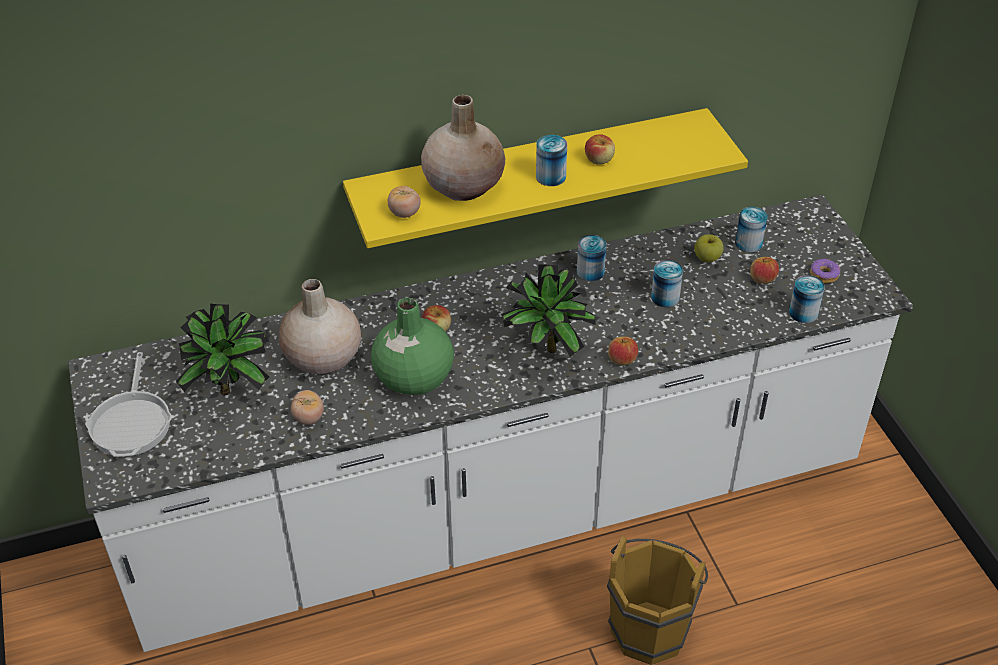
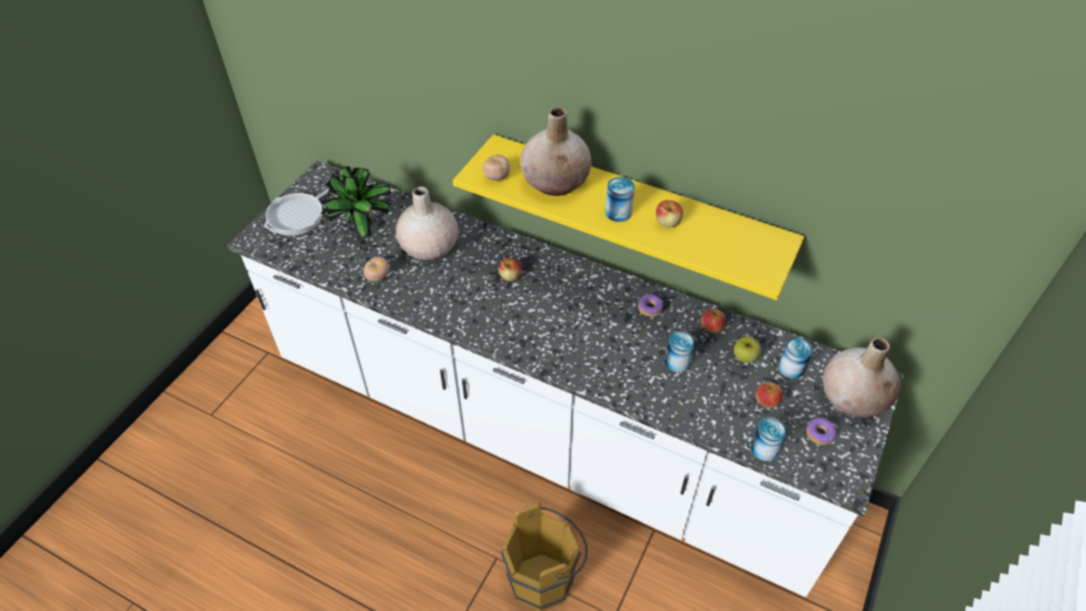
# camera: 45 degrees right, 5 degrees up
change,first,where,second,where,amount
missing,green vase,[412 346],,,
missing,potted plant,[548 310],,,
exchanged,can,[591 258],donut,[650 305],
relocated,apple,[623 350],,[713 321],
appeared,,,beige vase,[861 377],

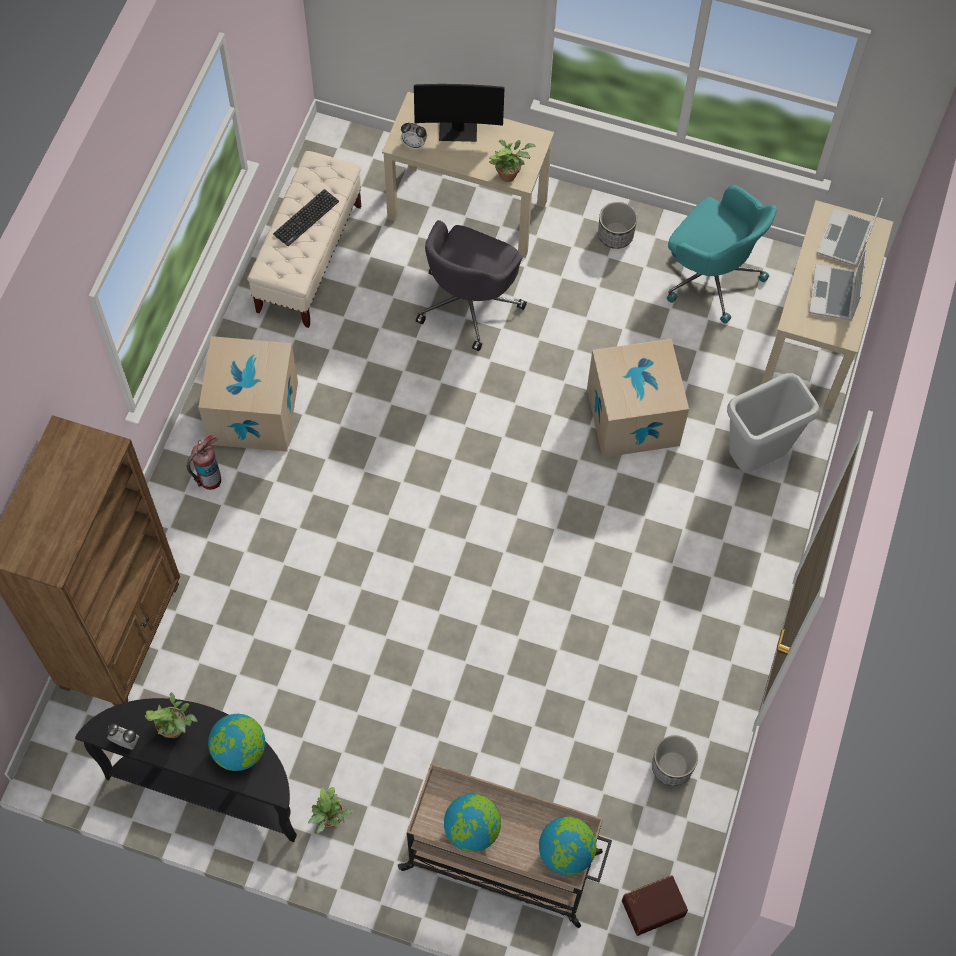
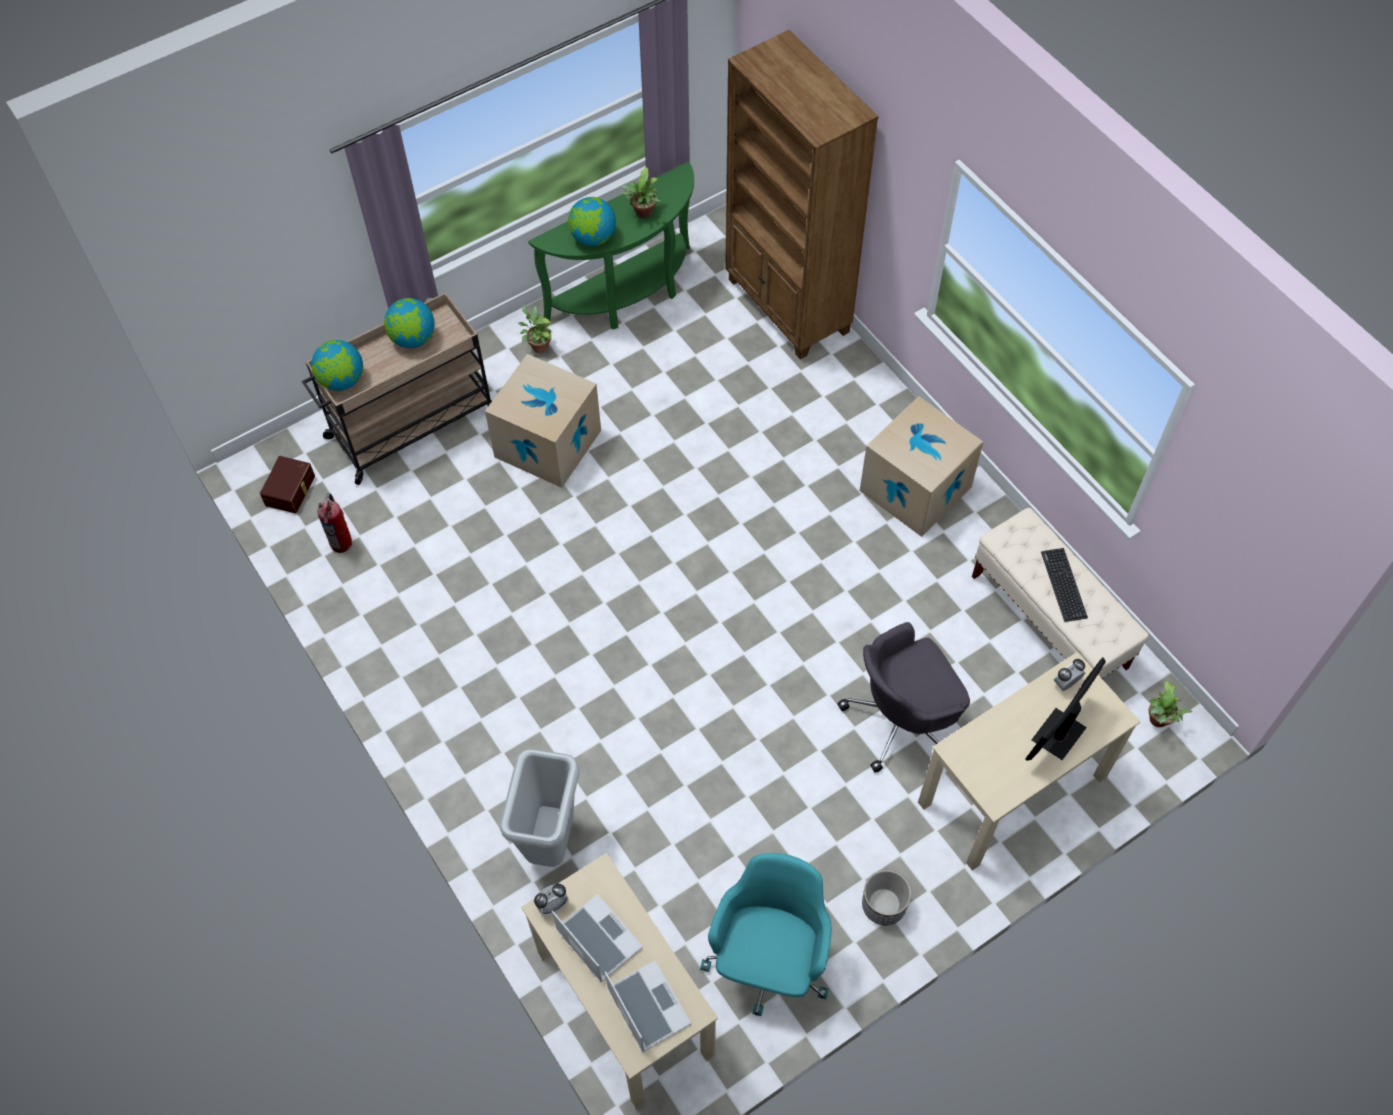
# camera: 130 degrees right, 5 degrees down
change,first,where,second,where,amount
colour,black console table,[186 770],green console table,[611 245],
relocated,alarm clock,[123 736],,[551 900],
relocated,fire extinguisher,[204 462],,[334 523],
spun,grey office chair,[471 285],,[904 697],90 degrees counterclockwise
relocated,potted plant,[512 161],,[1170 703],
relocated,cardboard box,[638 398],,[543 421],
missing,planter,[675 760],,,
spun,turquoise office chair,[722 254],,[766 934],120 degrees clockwise

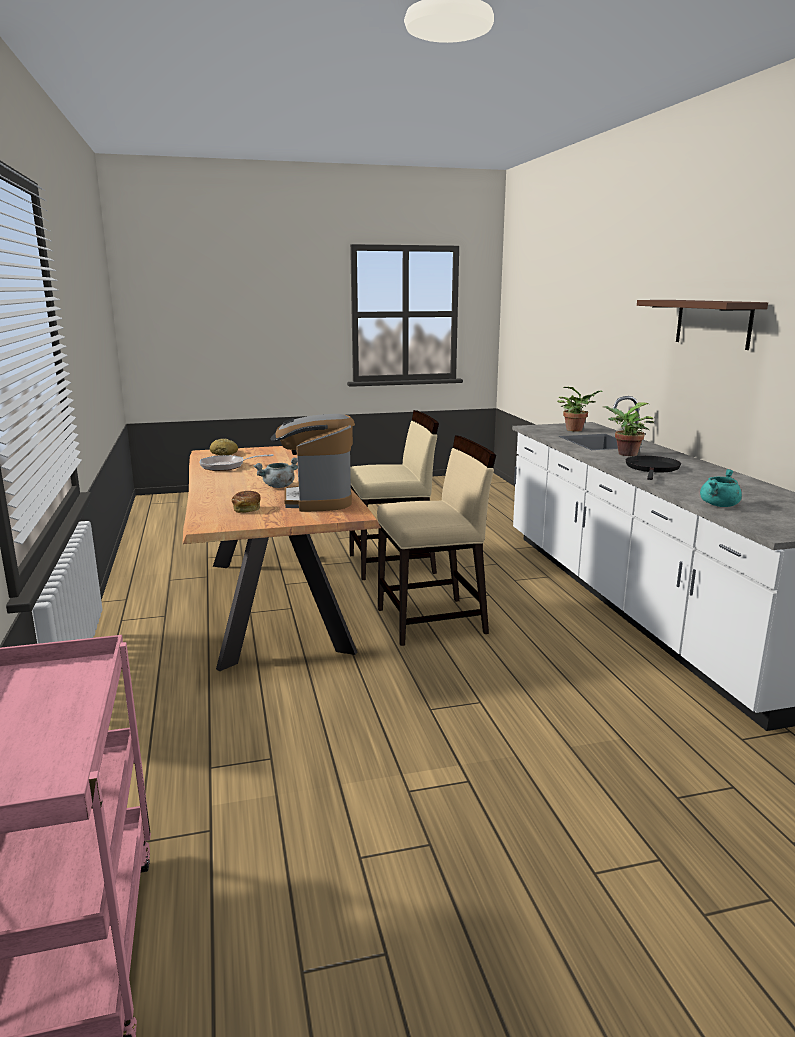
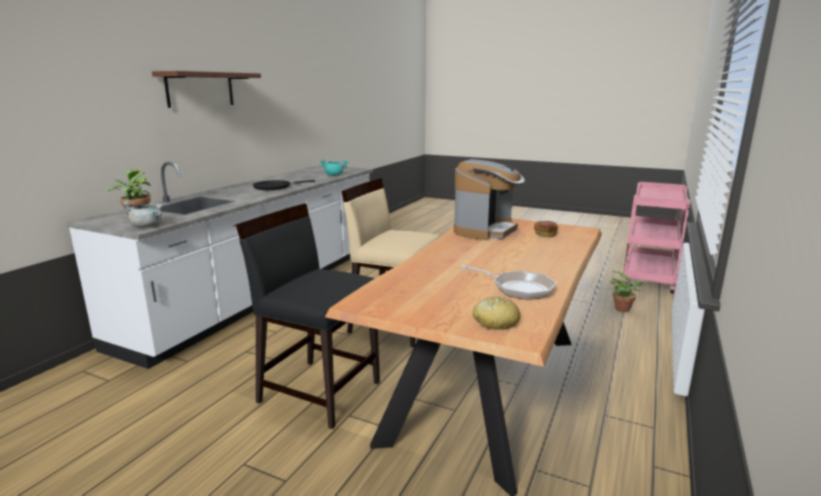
# camera: 140 degrees left, 0 degrees up
change,first,where,second,where,amount
relocated,grey cooking pot,[276 473],,[143 214],
colour,beige chair,[394 495],black chair,[308 316],
relocated,potted plant,[628 429],,[628 291],

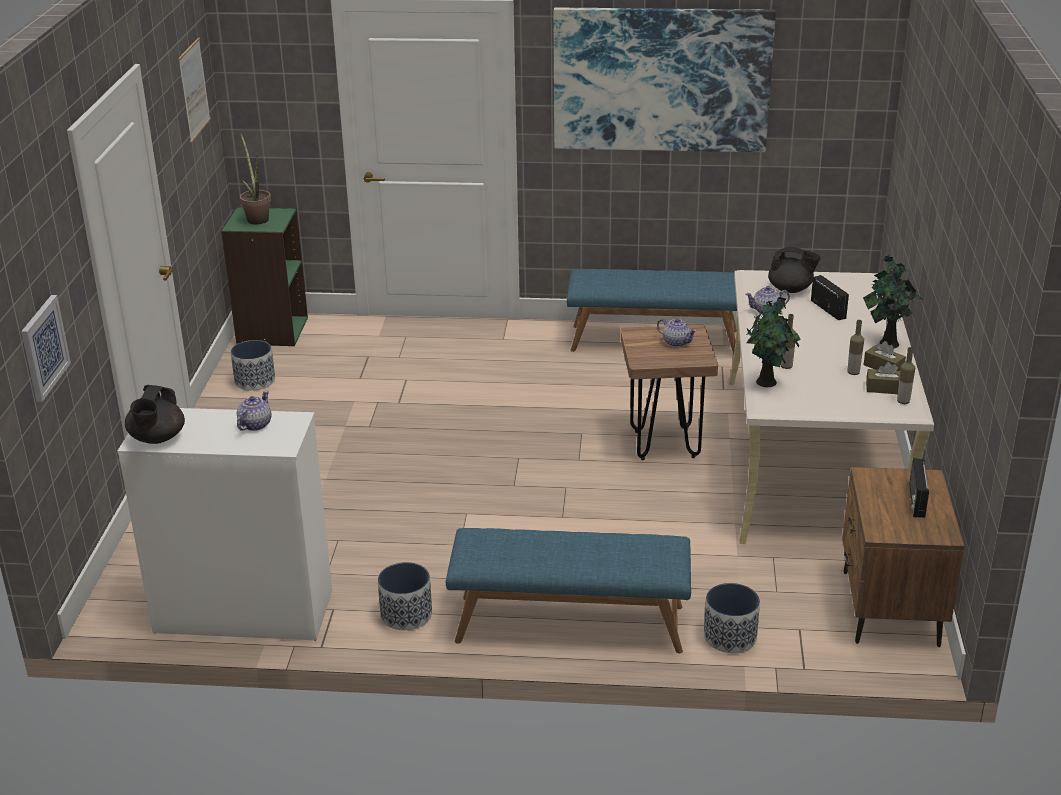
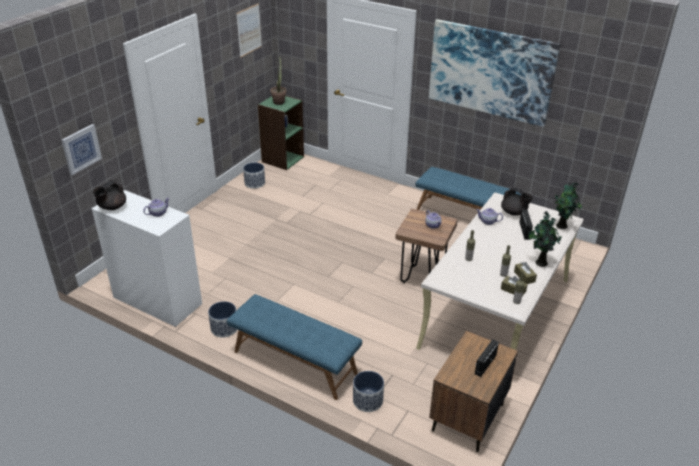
# camera: 25 degrees right, 5 degrees up
change,first,where,second,where,amount
relocated,potted plant,[773 342],,[568 206],

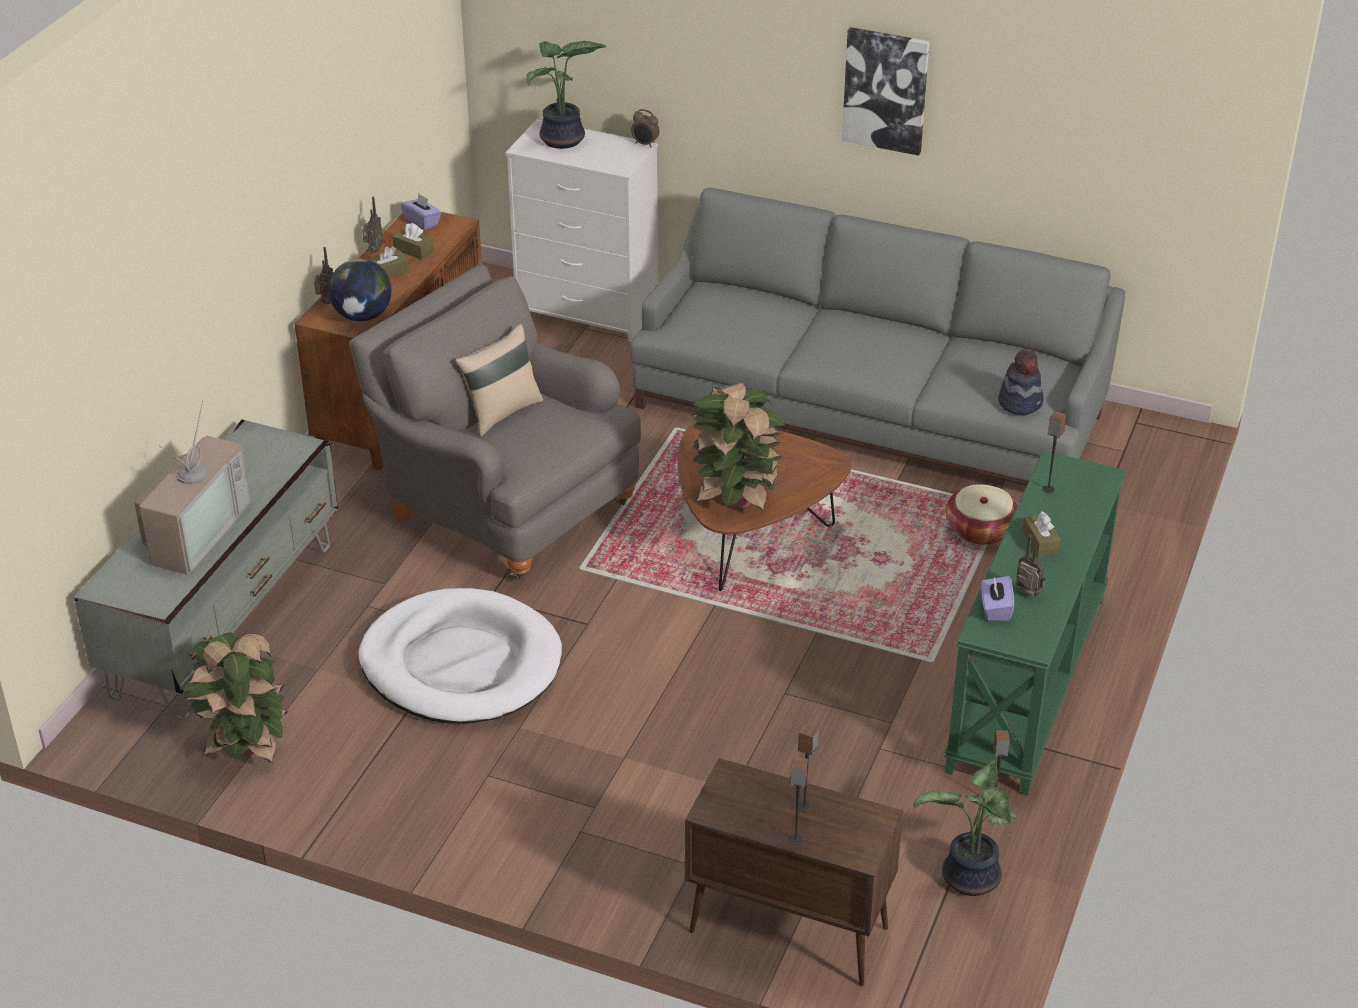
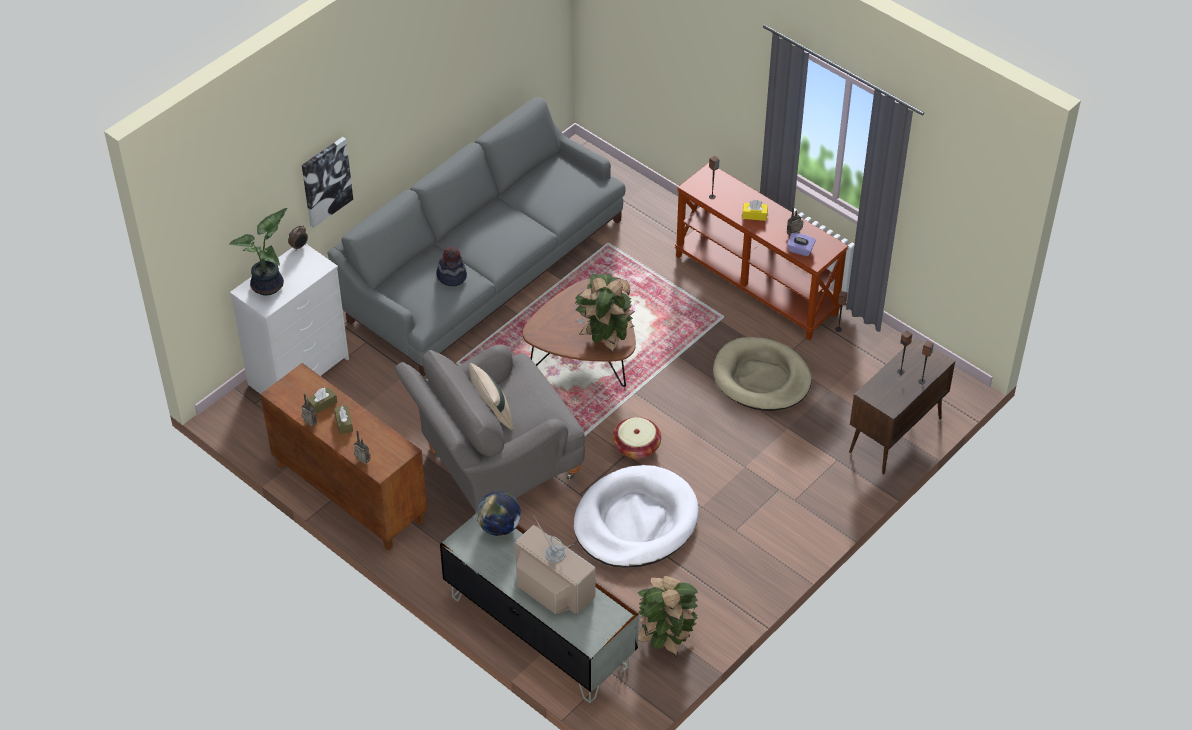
# camera: 70 degrees left, 10 degrees up
change,first,where,second,where,amount
relocated,globe,[359 290],,[498 513],
missing,purple tissue box,[421 212],,,
relocated,picture,[886 91],,[327 182],
missing,potted plant,[965 828],,,
colour,green console table,[1035 623],brown console table,[761 251],
relocated,basket,[982 514],,[637 438],
relocated,hat,[1021 382],,[451 266],
colour,brown tissue box,[1042 534],yellow tissue box,[755 210],
appeared,,,beige dog bed,[762 374],

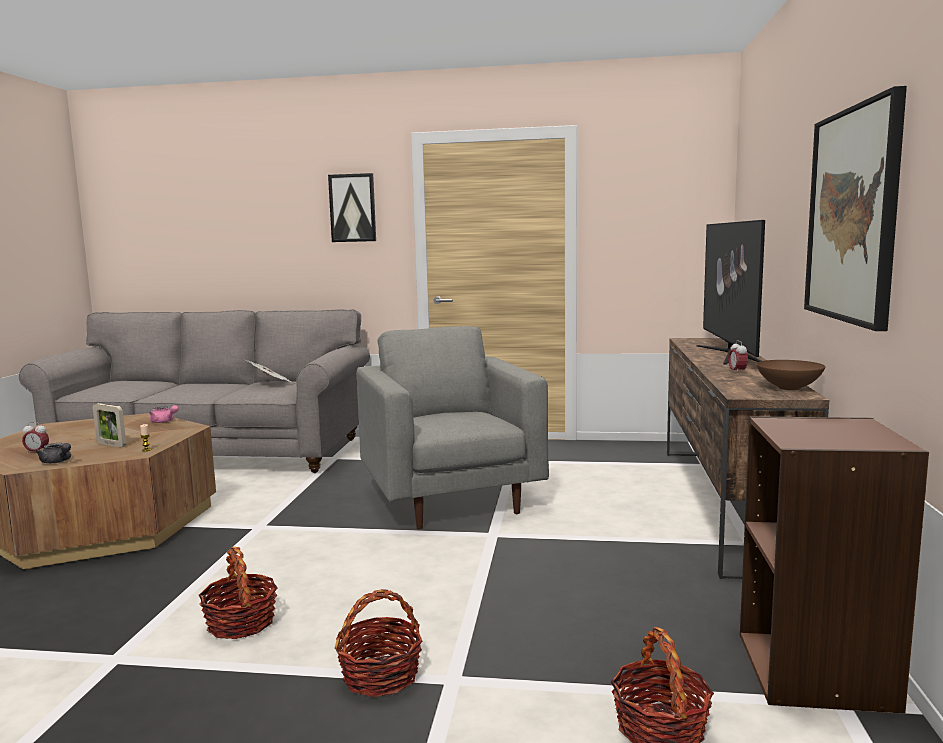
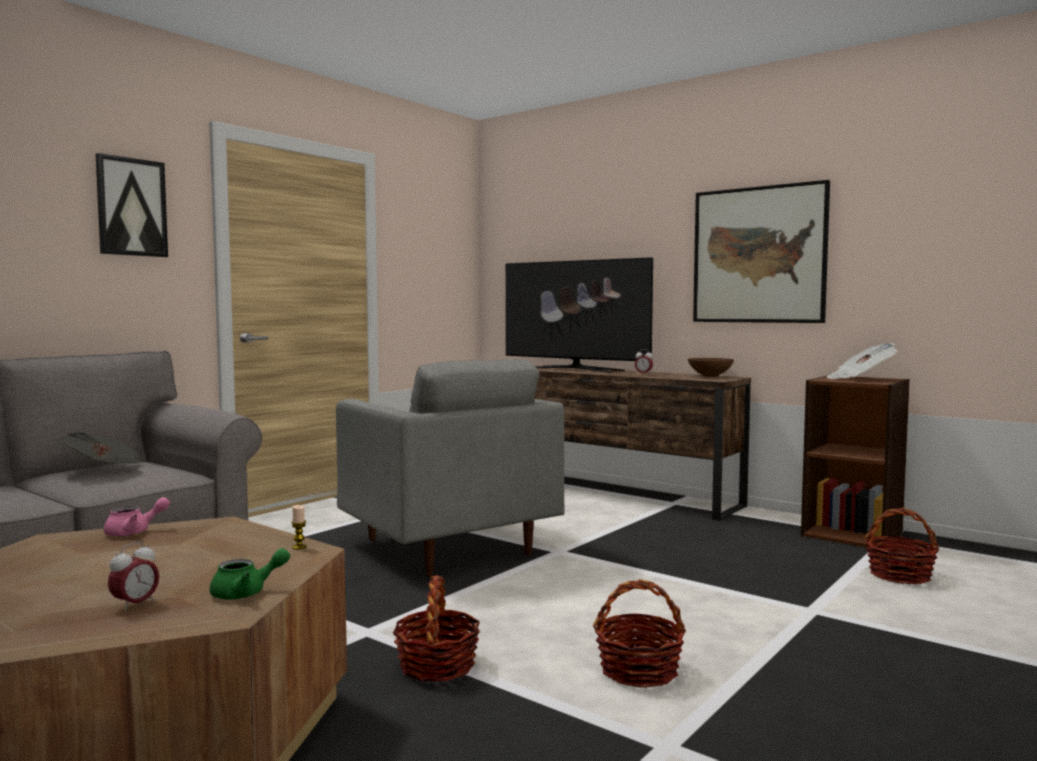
# camera: 60 degrees left, 5 degrees down
change,first,where,second,where,amount
colour,grey teapot,[53 453],green teapot,[250 574],
missing,picture frame,[109 425],,,
relocated,basket,[378 643],,[436 628],
spun,grey armchair,[452 427],,[450 467],135 degrees counterclockwise
appeared,,,newspaper,[862 361],

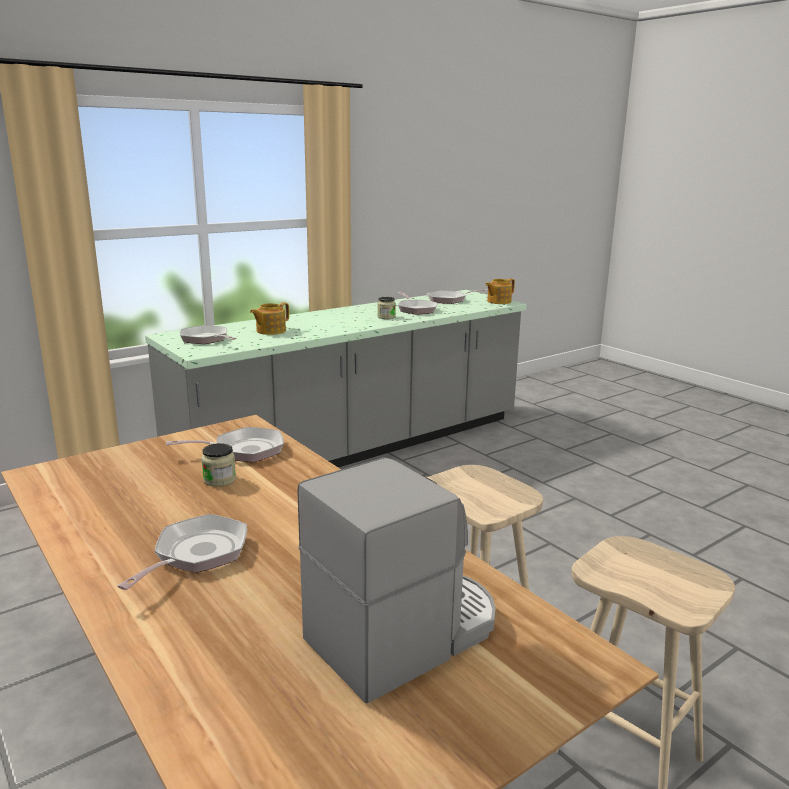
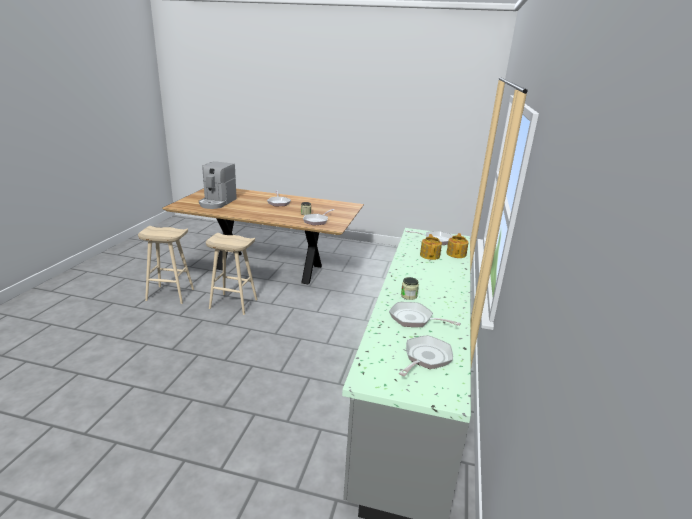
# camera: 140 degrees right, 5 degrees up
change,first,where,second,where,amount
relocated,teapot,[500 291],,[457 245],

